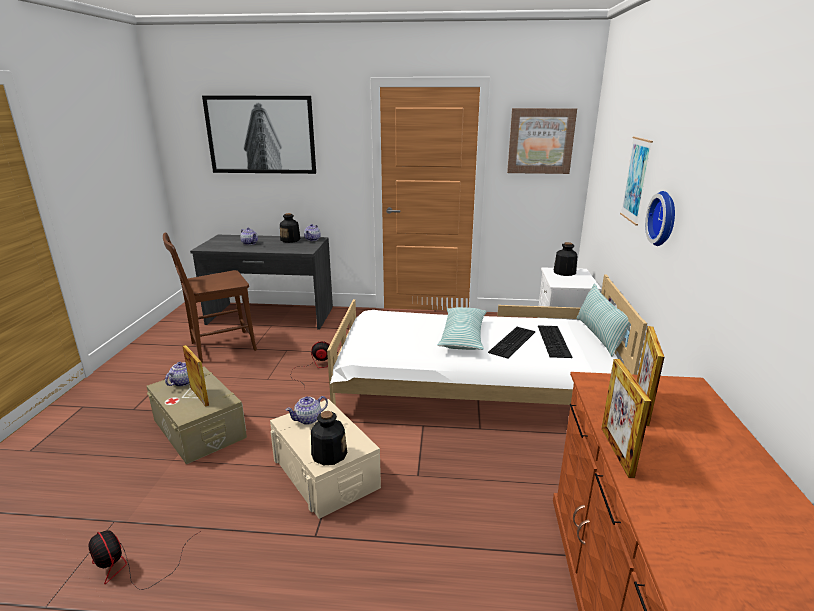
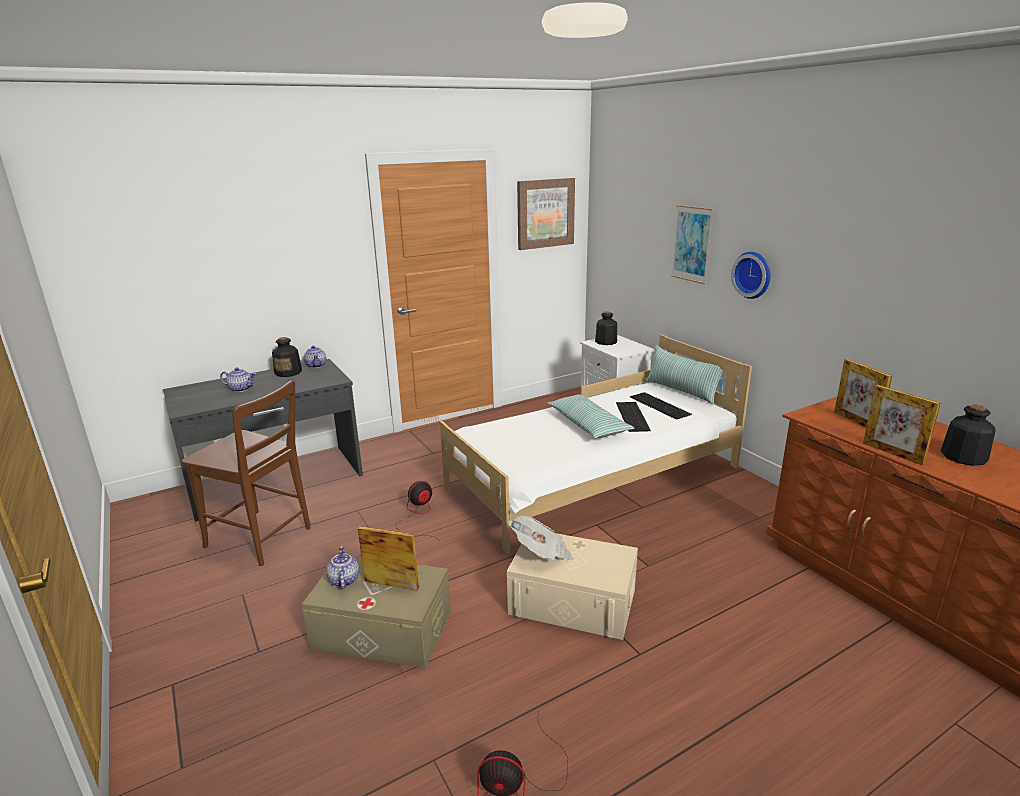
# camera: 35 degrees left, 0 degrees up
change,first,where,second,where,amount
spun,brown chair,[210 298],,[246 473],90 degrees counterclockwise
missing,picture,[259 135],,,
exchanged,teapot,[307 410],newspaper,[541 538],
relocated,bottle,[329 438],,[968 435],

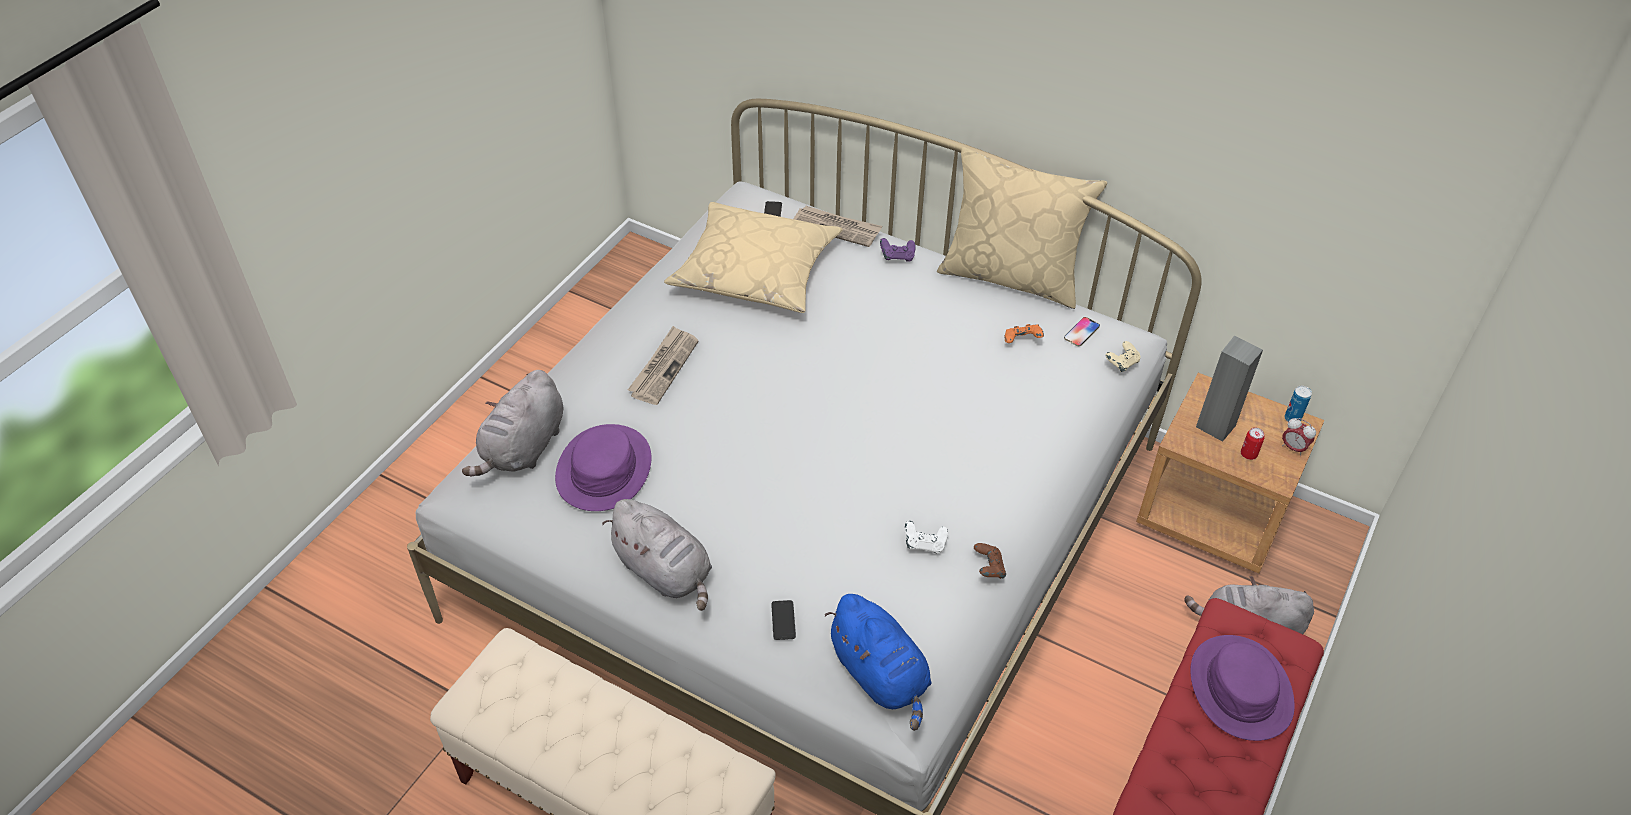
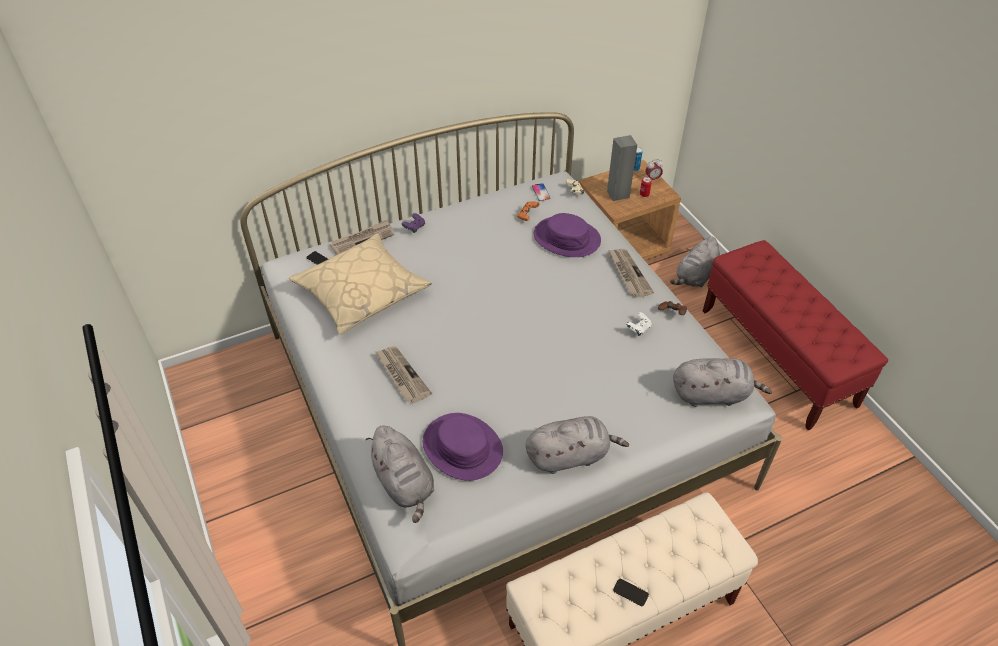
# camera: 55 degrees left, 0 degrees up
change,first,where,second,where,amount
relocated,phone,[783 620],,[631 592],
colour,blue plush toy,[878 662],grey plush toy,[722 382],
missing,beige pillow,[1022 228],,,
relocated,purple hat,[1242 688],,[567 235],
appeared,,,newspaper,[631 273],

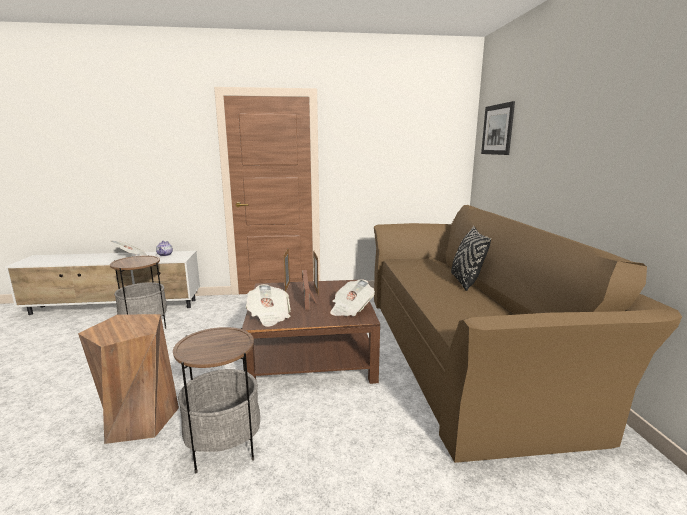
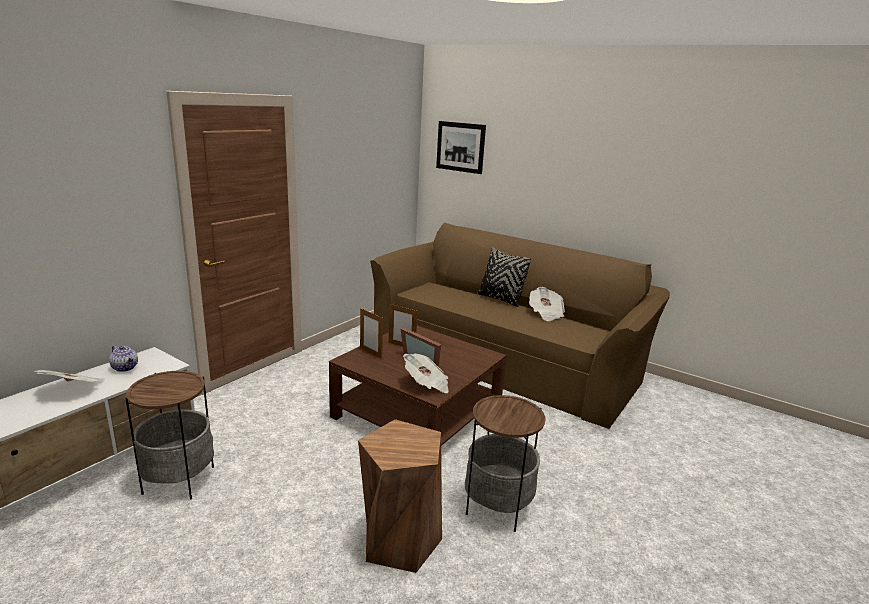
# camera: 50 degrees left, 5 degrees up
change,first,where,second,where,amount
relocated,newspaper,[352 297],,[547 304],

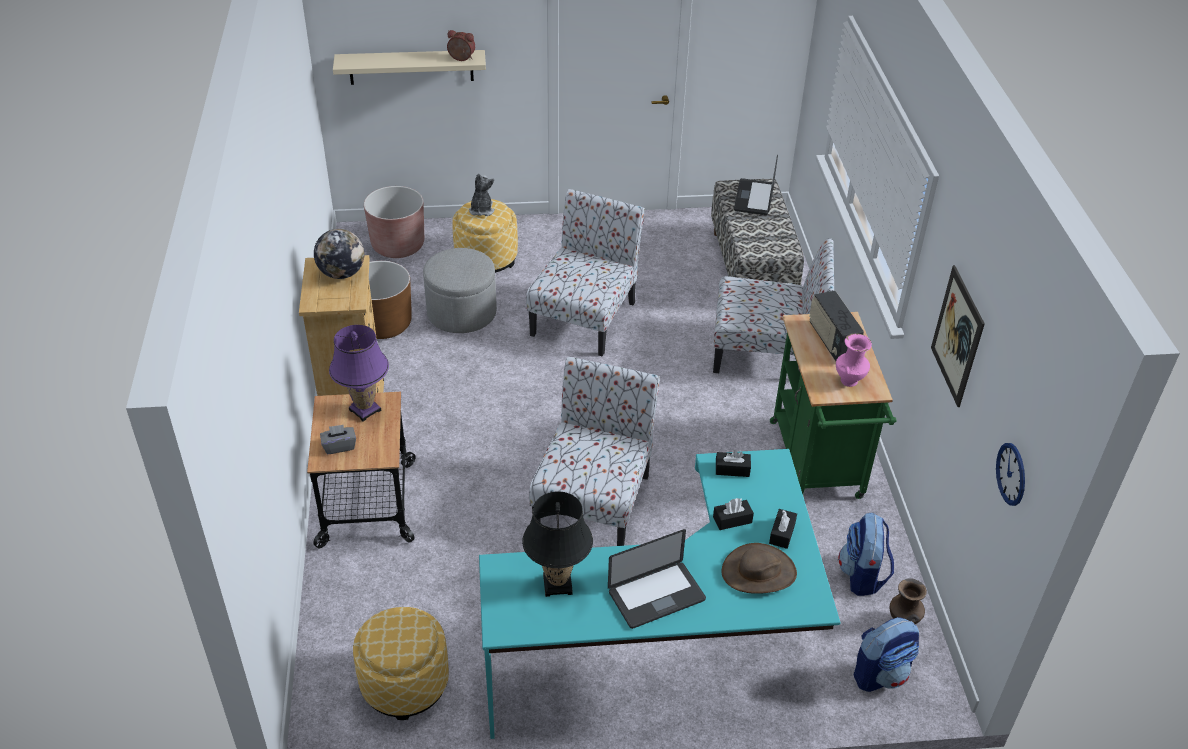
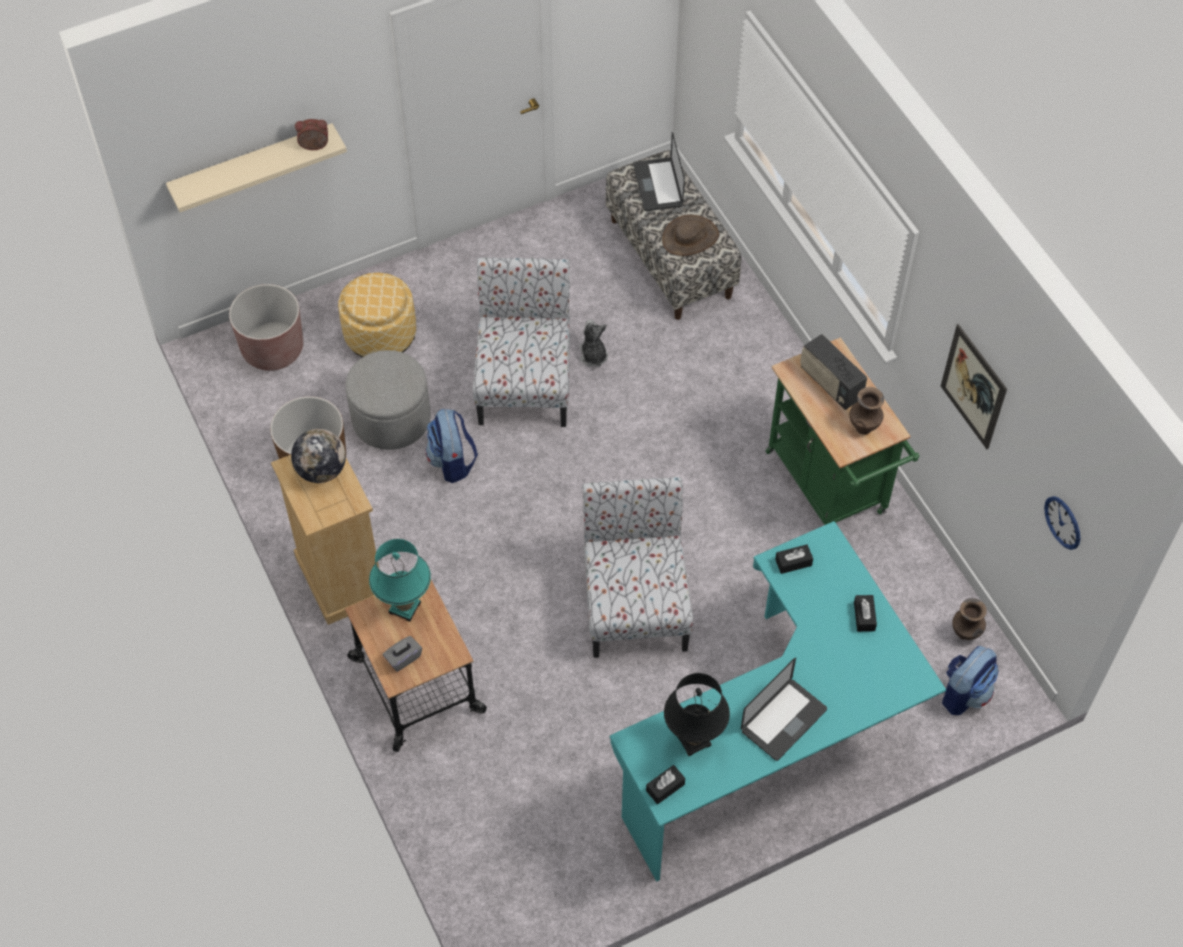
# camera: 20 degrees left, 15 degrees up
change,first,where,second,where,amount
colour,purple table lamp,[359 373],turquoise table lamp,[400 580],
missing,ottoman,[401 663],,,
relocated,plush toy,[482 194],,[593 343],
missing,chair,[773 305],,,
relocated,black tissue box,[733 514],,[665 784],
relocated,brown hat,[759 568],,[690 235],
colour,pink vase,[854 360],brown vase,[866 411],
relocated,backpack,[866 554],,[452 445],

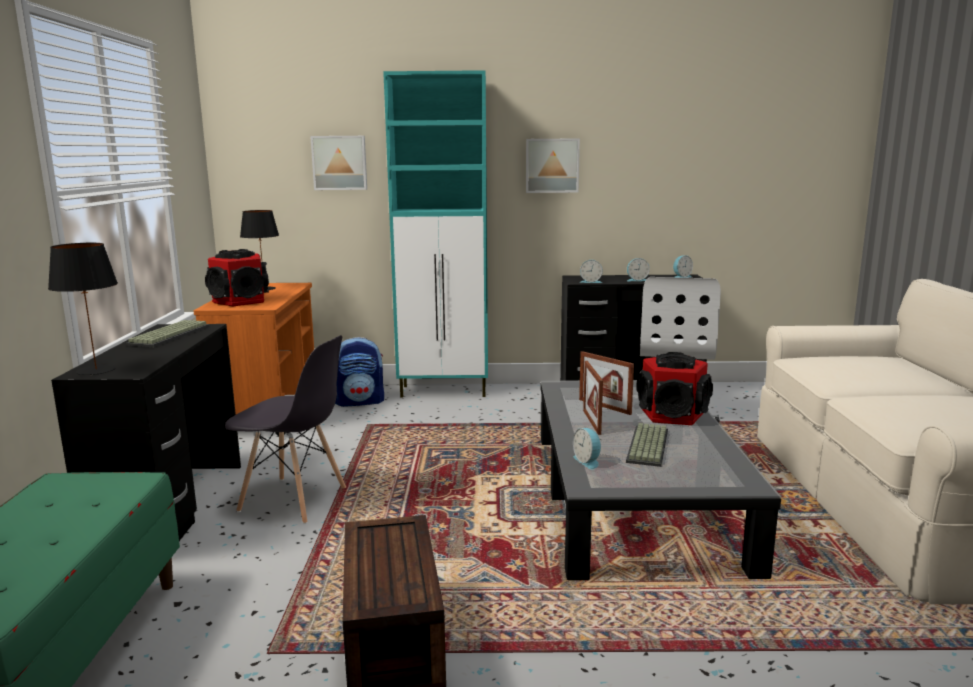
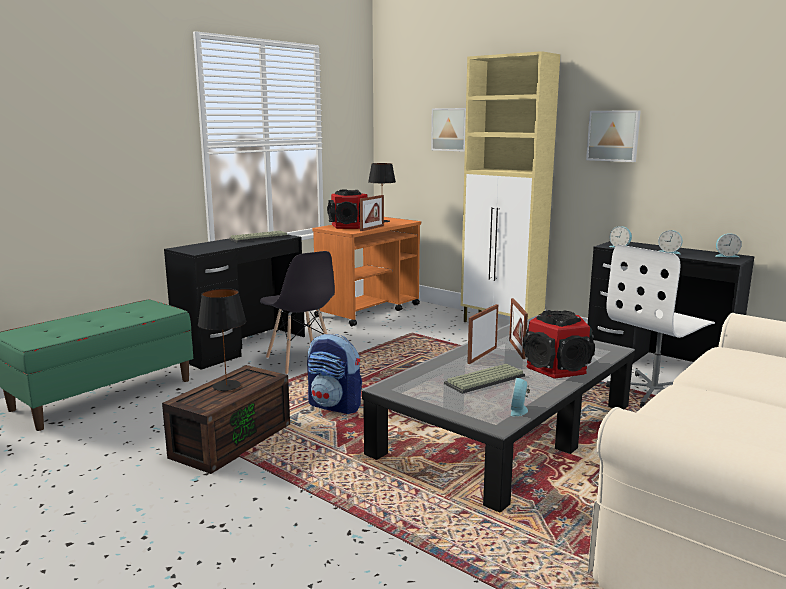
# camera: 40 degrees right, 0 degrees up
change,first,where,second,where,amount
relocated,black table lamp,[83 309],,[222 339],
relocated,backpack,[359 372],,[334 374],
colour,turquoise cabinet,[435 234],beige cabinet,[510 186],
relocated,alarm clock,[587 448],,[520 397],
appeared,,,picture frame,[372 213],

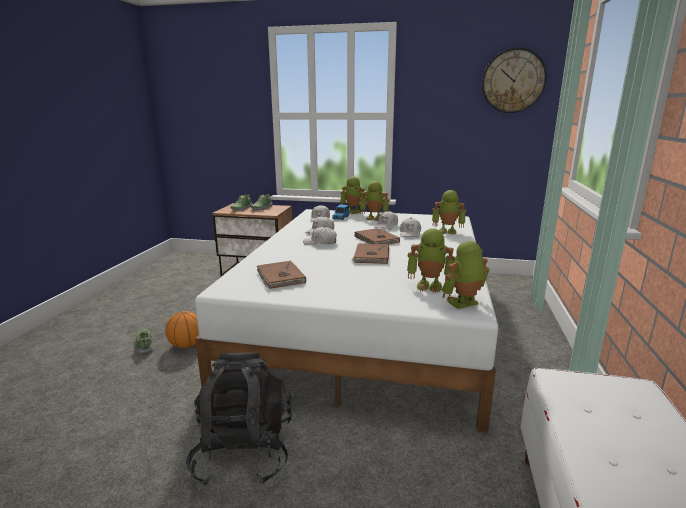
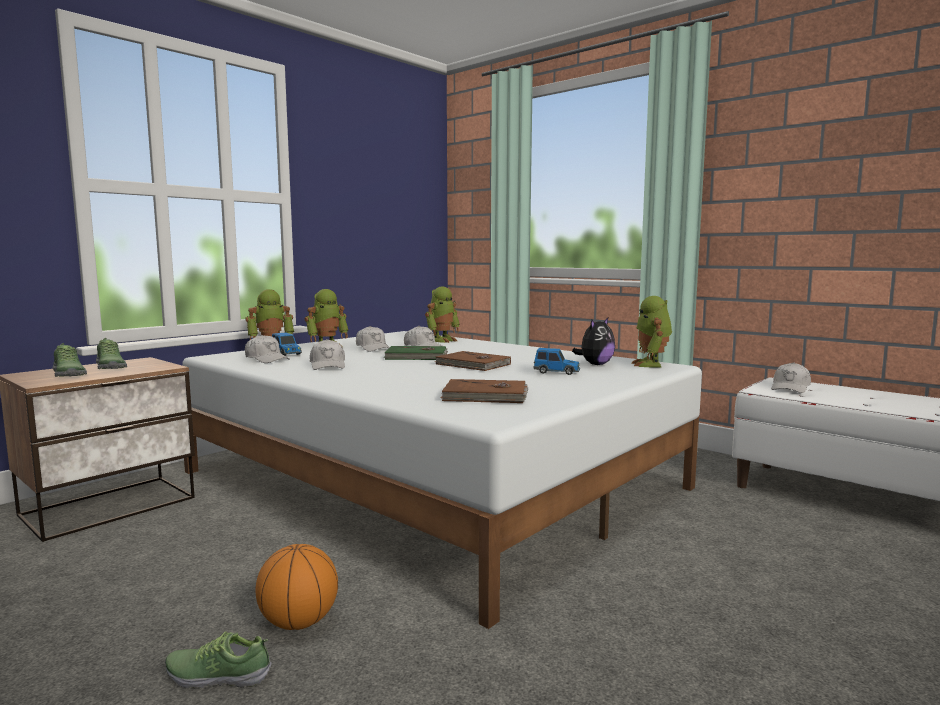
# camera: 60 degrees left, 10 degrees down
change,first,where,second,where,amount
missing,black backpack,[239 419],,,
relocated,white cap,[320 236],,[791 377],
colour,brown book,[377 236],green book,[416 353],
exchanged,toy robot,[431 260],plush toy,[593 341],
missing,wall clock,[514 80],,,
appeared,,,toy car,[557 361],

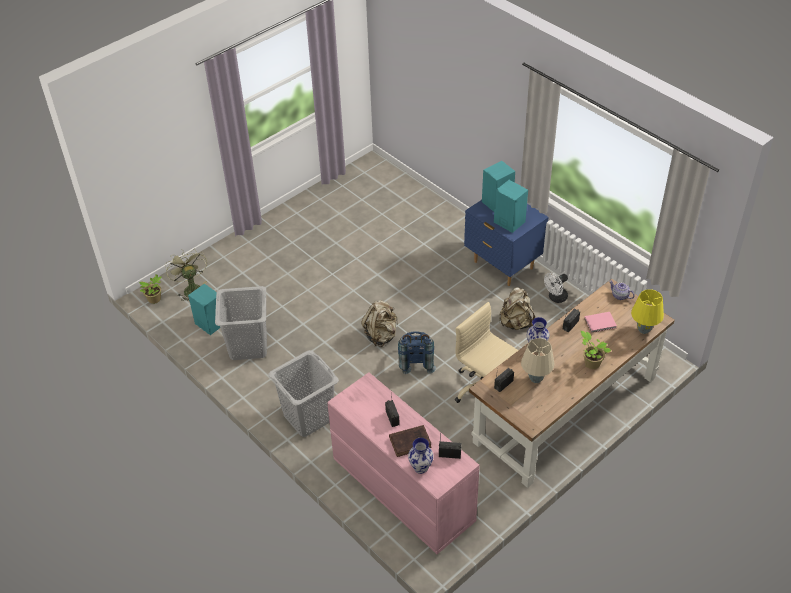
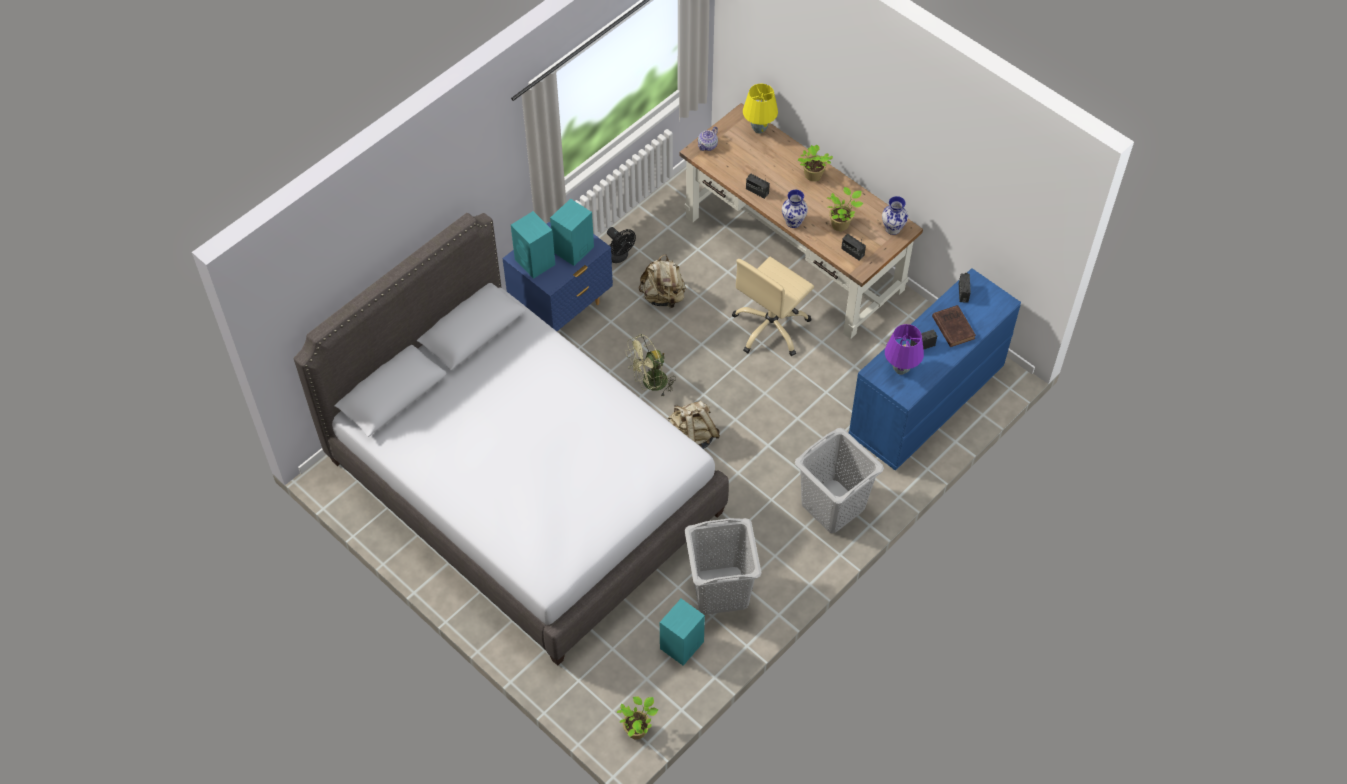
# camera: 95 degrees left, 10 degrees up
change,first,where,second,where,amount
relocated,green fan,[186 274],,[649 365],
colour,pink dresser,[403 463],blue dresser,[935 369],
missing,blue backpack,[417 352],,,
relocated,vase,[421 456],,[895 215],
exchanged,beige table lamp,[537 360],potted plant,[845 209],
colour,white fan,[556 288],black fan,[621 245],
missing,pink book,[600 322],,,
appeared,,,grey bed,[511 439],
appeared,,,purple table lamp,[904 349],

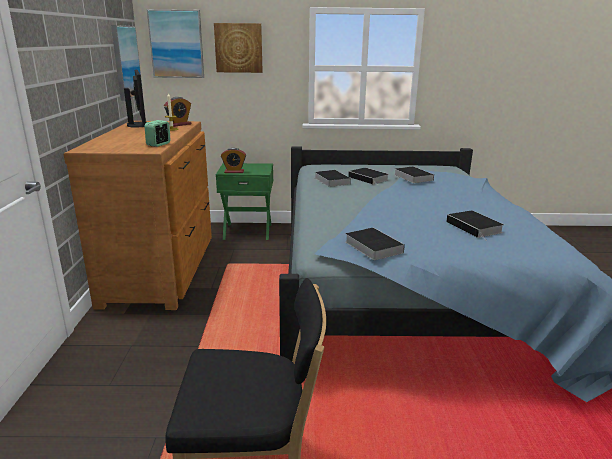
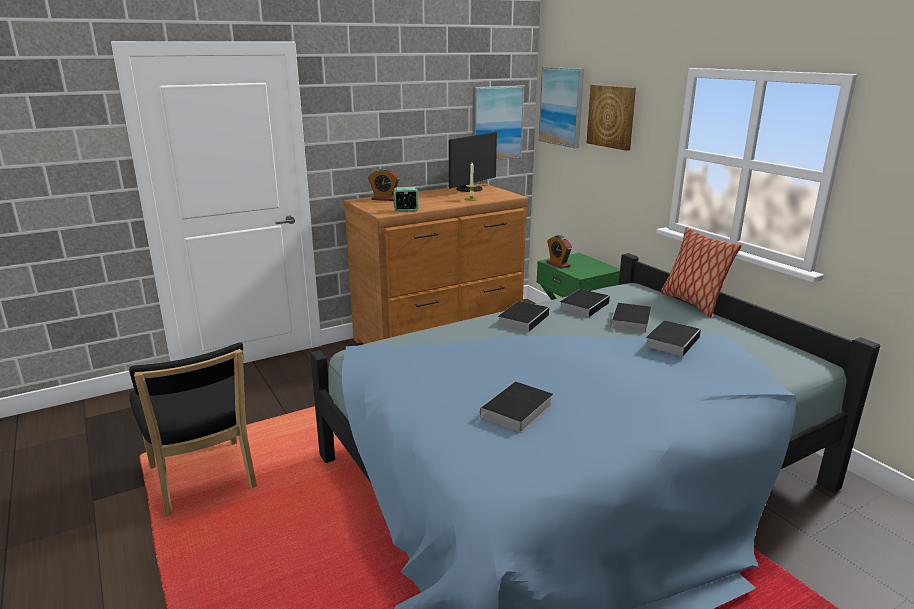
# camera: 60 degrees right, 0 degrees up
change,first,where,second,where,amount
relocated,alarm clock,[177 112],,[383 184],
relocated,book,[375 243],,[523 316],
appeared,,,pillow,[701 272],

